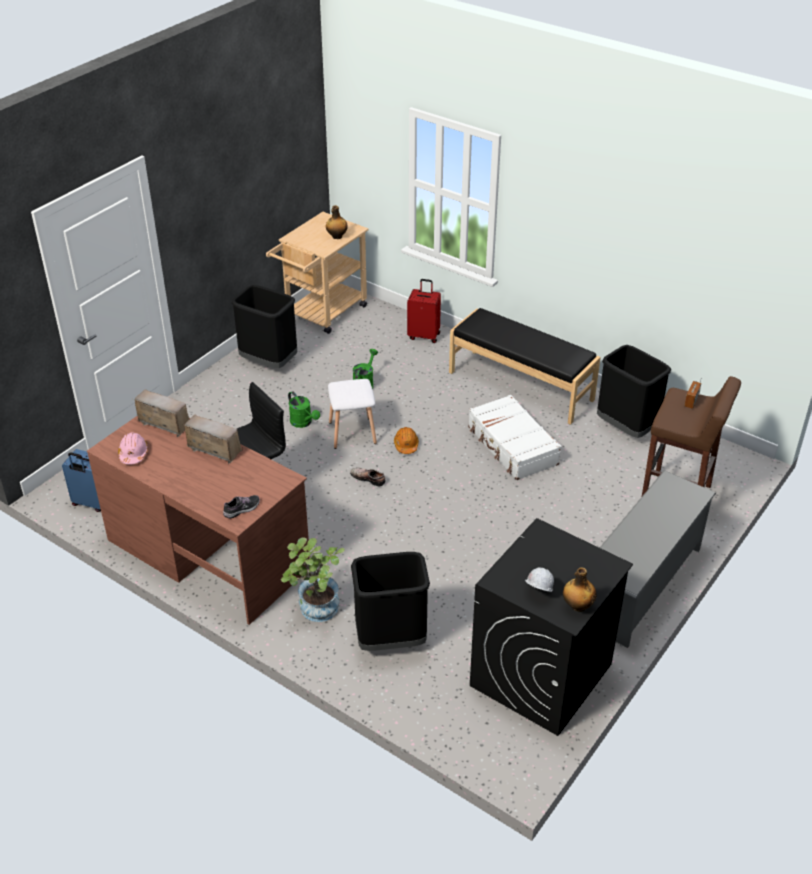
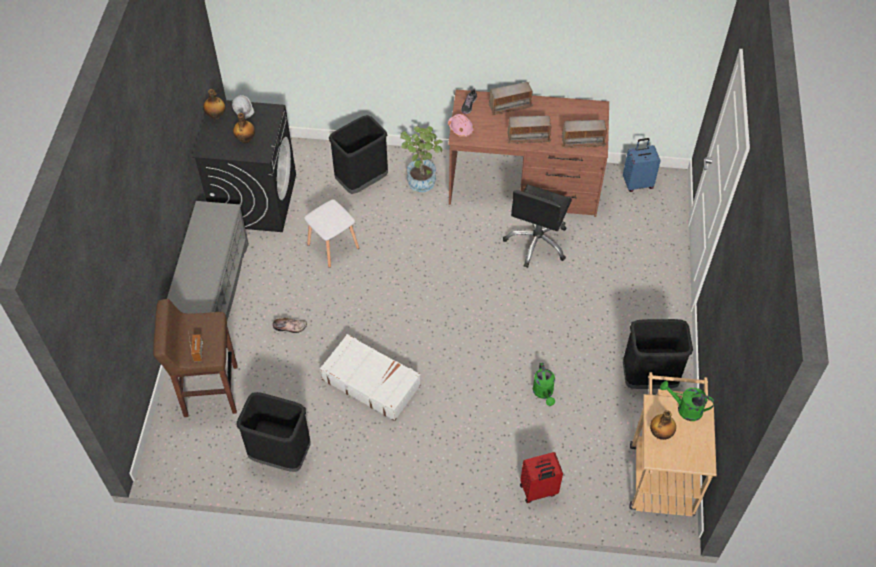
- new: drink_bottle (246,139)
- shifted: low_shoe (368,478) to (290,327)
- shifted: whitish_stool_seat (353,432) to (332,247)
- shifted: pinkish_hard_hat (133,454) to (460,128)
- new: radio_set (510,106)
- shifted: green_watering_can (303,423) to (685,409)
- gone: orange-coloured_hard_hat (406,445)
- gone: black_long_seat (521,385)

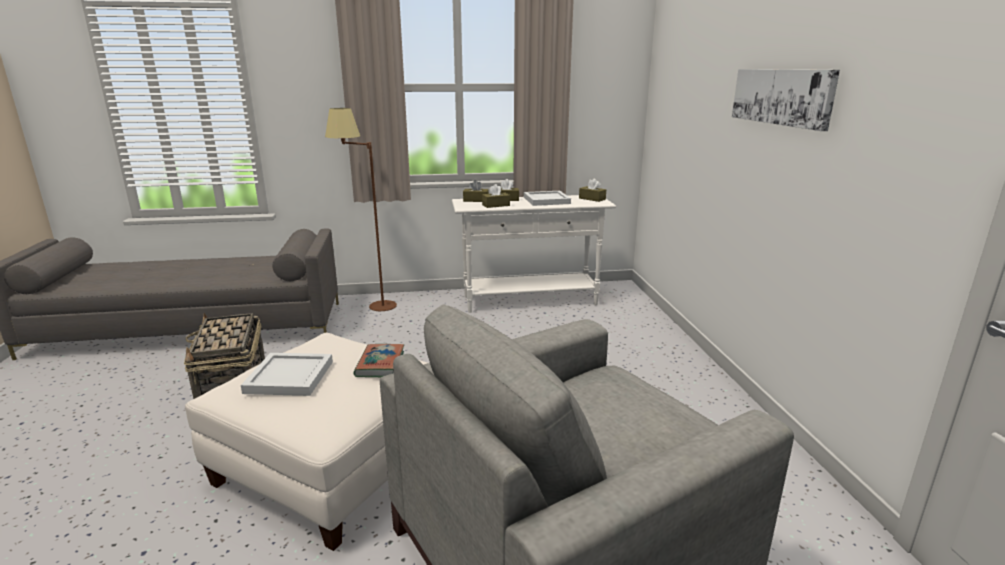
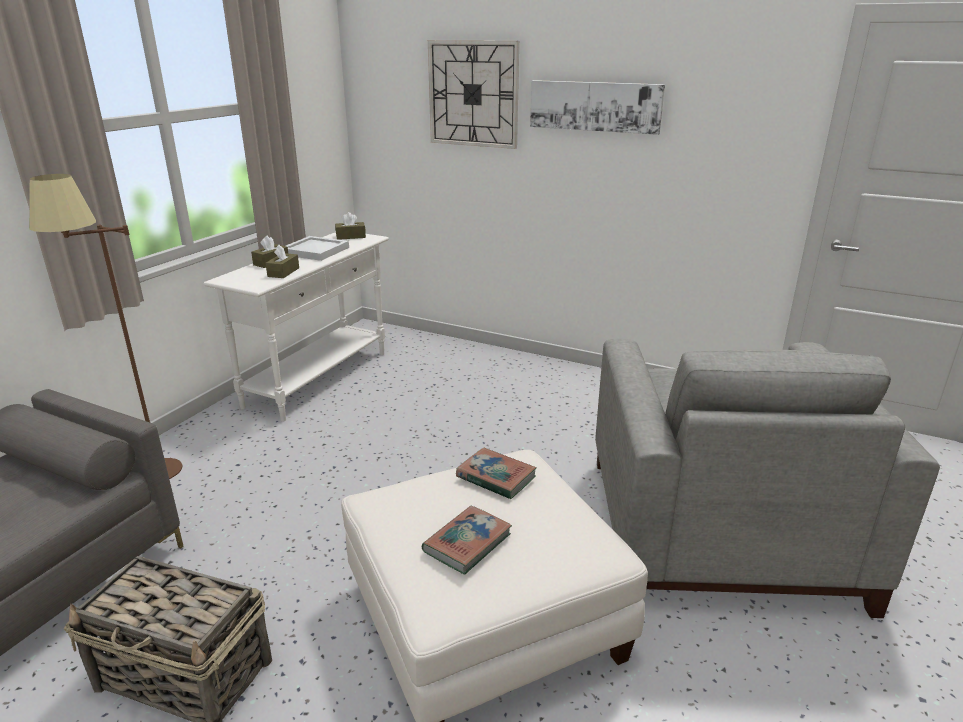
- swapped: whitish_serving_tray (290,377) to book (467,543)
- new: clock_on_the_wall (473,94)
- gone: brownish_tissue_holder (476,200)

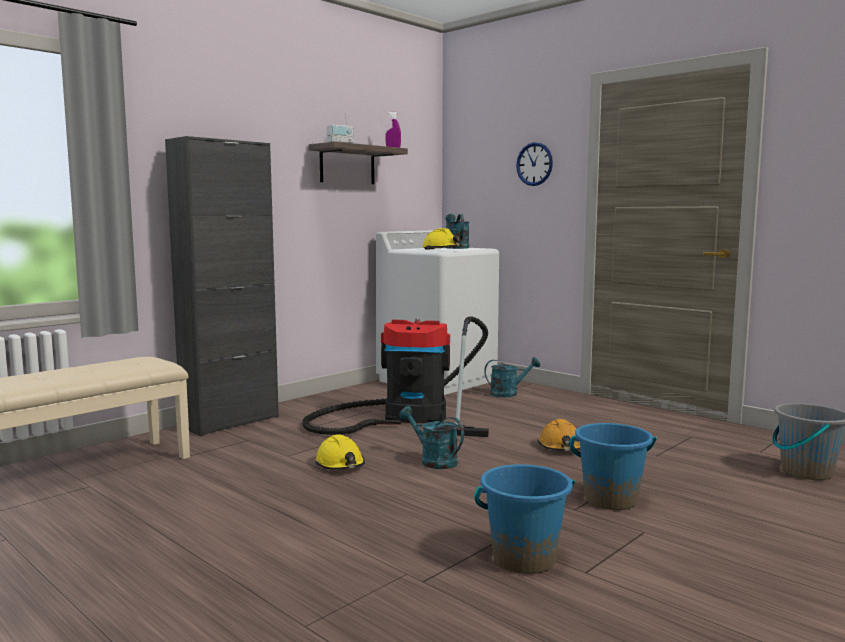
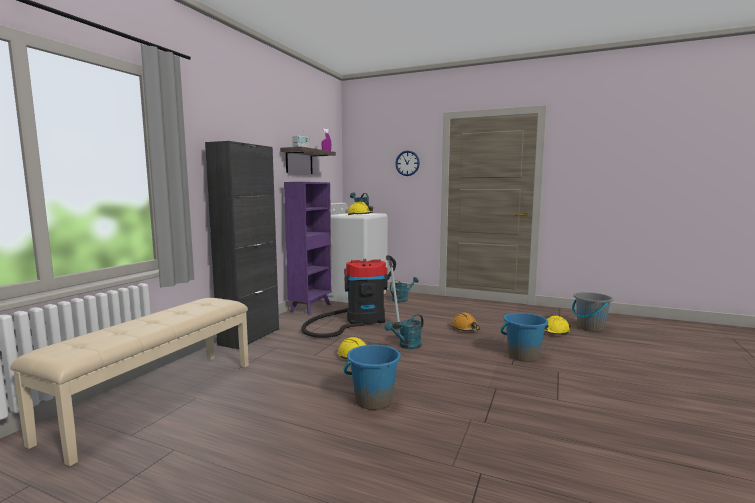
- new: purple-coloured_bookcase (311,308)
- shifted: blue-coloured_water_bucket (524,559) to (373,400)
- rotated: blue-green_watering_can (433,461) = (407,346) 60 degrees counterclockwise
- new: yellow_hard_hat (554,332)

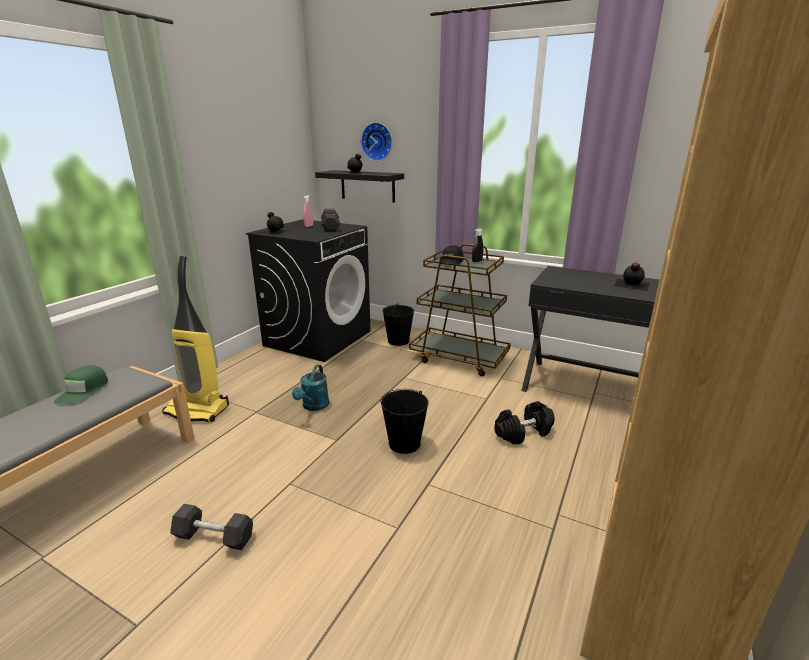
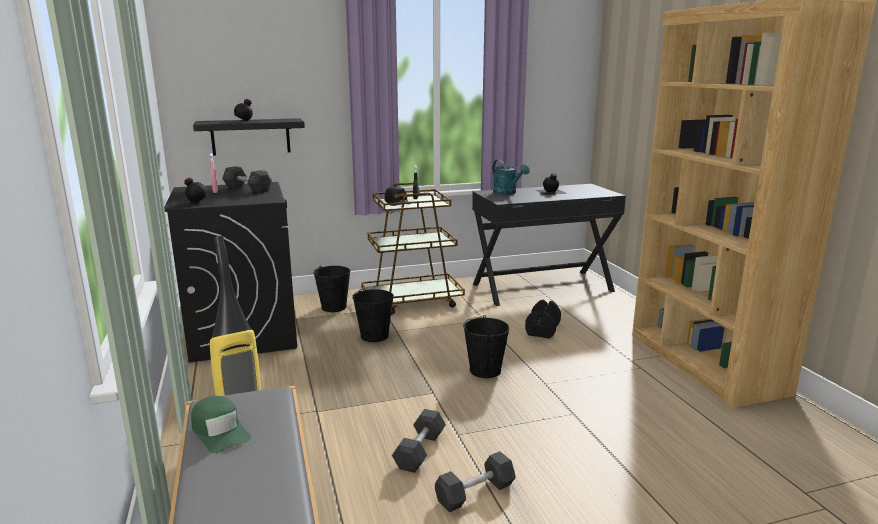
- new: black_water_bucket (374,336)
- new: greyish_dumbbell (420,451)
- shifted: blue-green_watering_can (313,406) to (507,193)
- gone: clock_on_the_wall (378,142)

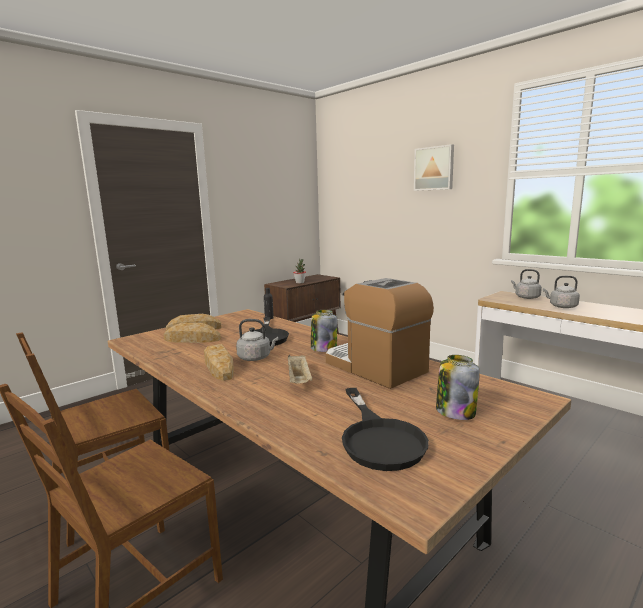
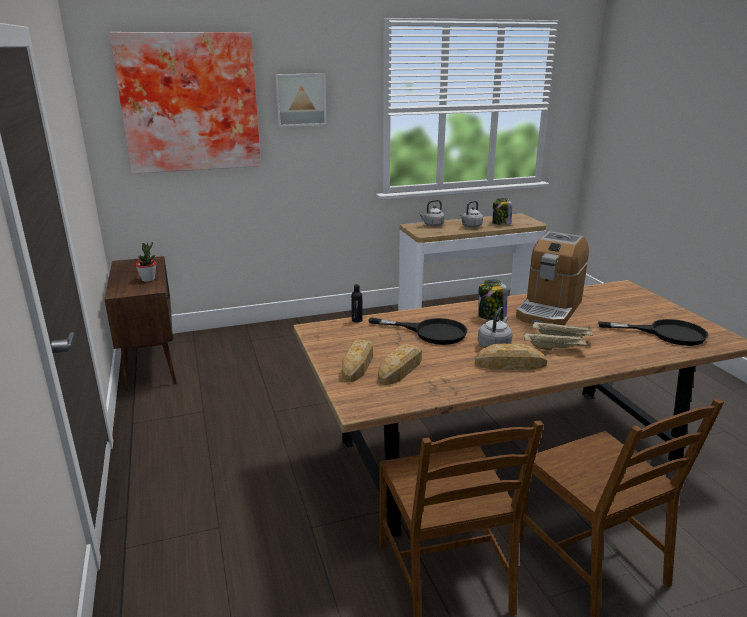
- new: wall_picture (190,103)
- shifted: storage_jar (455,411) to (501,224)
- rotated: coffee_machine (374,367) = (549,309) 45 degrees counterclockwise
- new: sand-coloured_serving_tray (554,348)

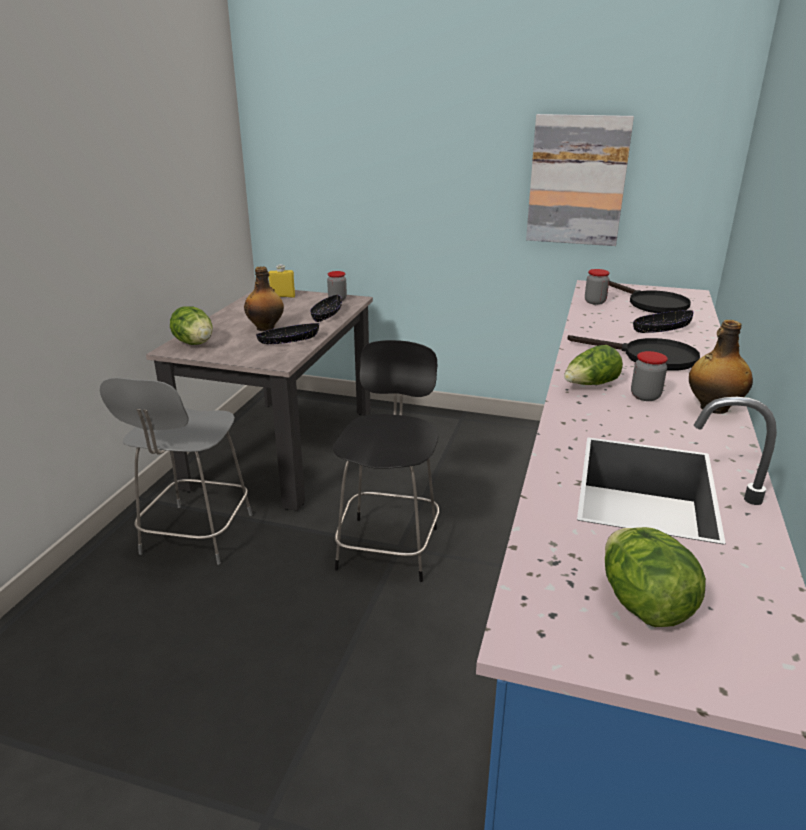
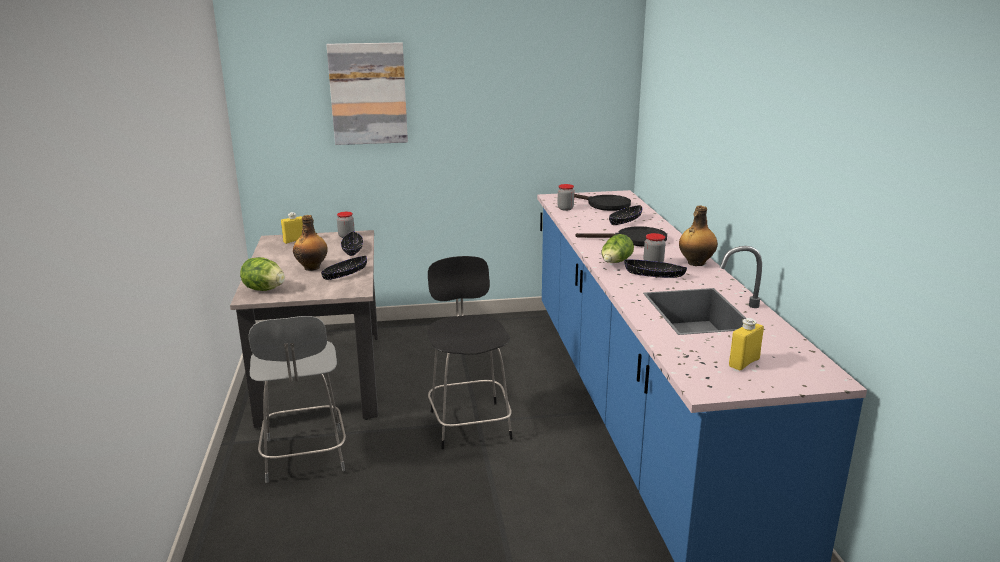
- shifted: wall_picture (577,180) to (368,94)
- new: black_bowl (654,275)
- swapped: lettuce (643,604) to yellow_drink_bottle (744,362)

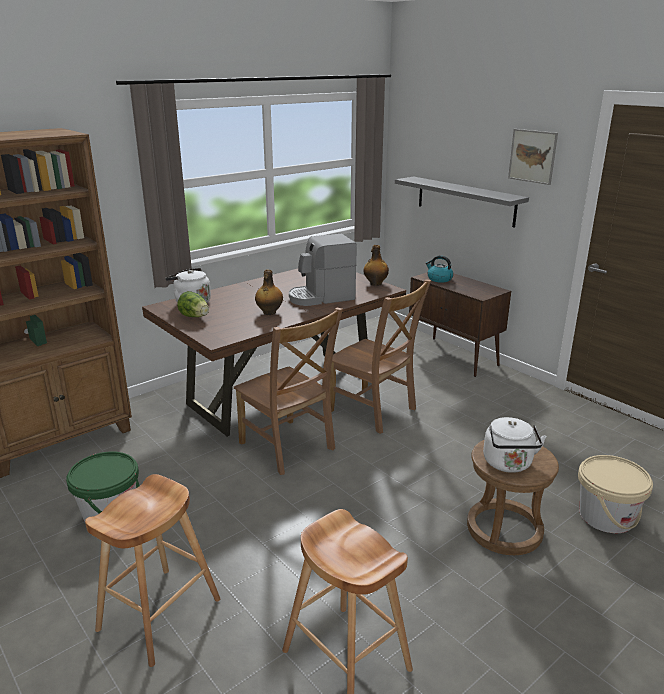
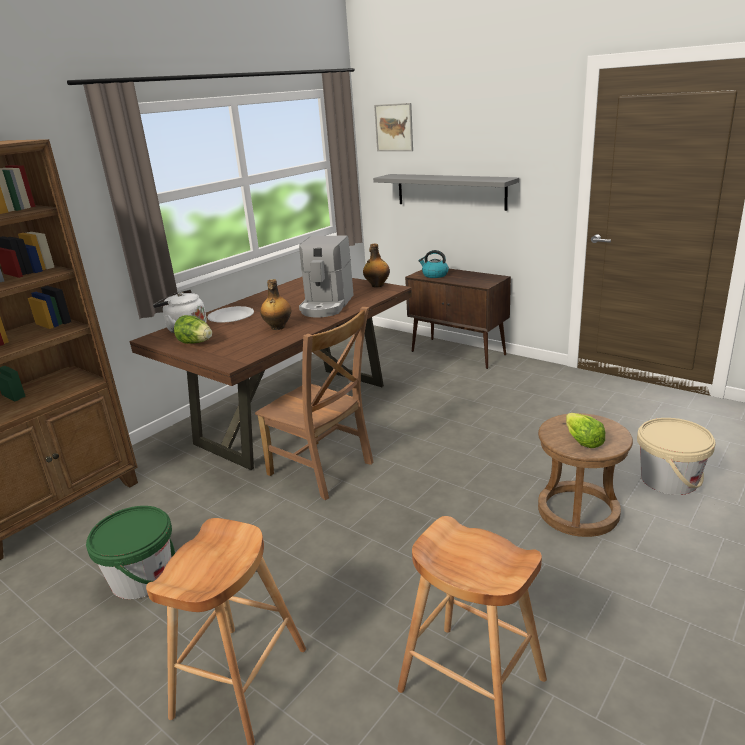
- new: whitish_dinner_plate (231,316)
- rotated: coffee_machine (321,297) = (326,305) 45 degrees counterclockwise
- shifted: wall_picture (532,156) to (394,127)
- swapped: whitish_water_kettle (508,464) to lettuce (582,441)
- gone: brownish_upright_chair (374,411)

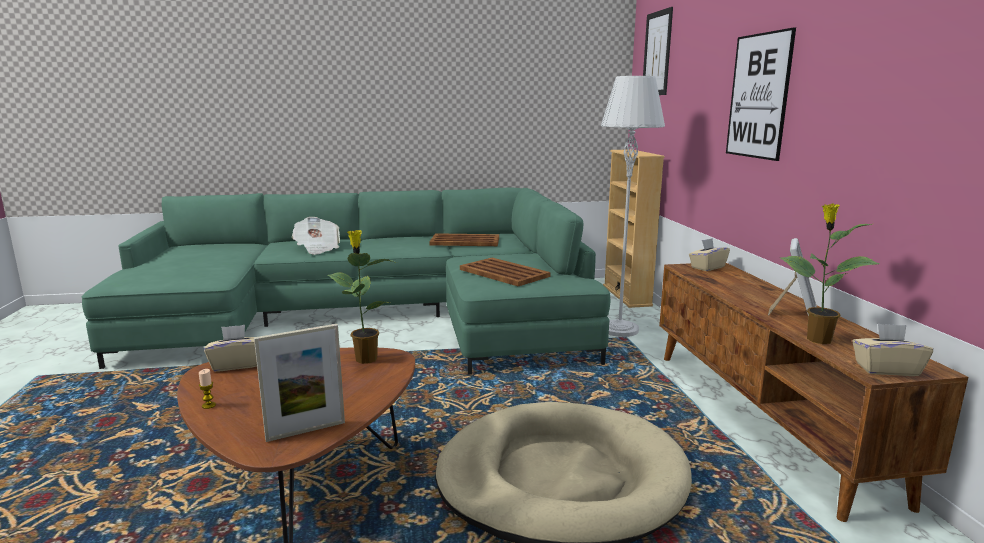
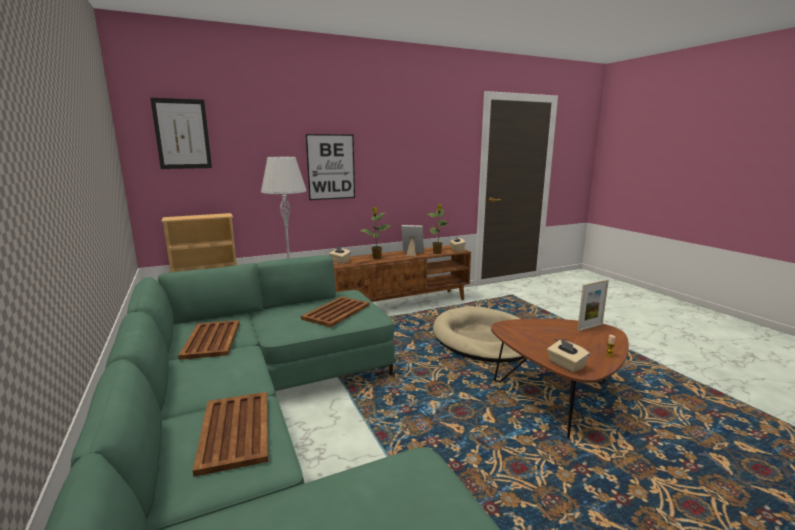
- swapped: daily_paper (317,248) to brownish_serving_tray (235,430)
- shifted: potted_plant (365,358) to (376,258)
- rotated: photo_frame (306,431) = (590,327) 105 degrees clockwise

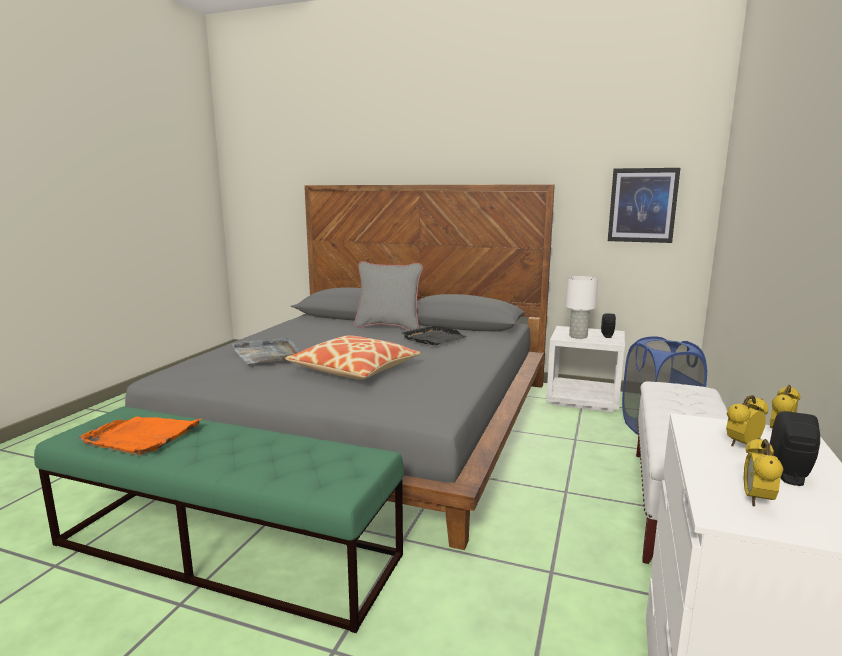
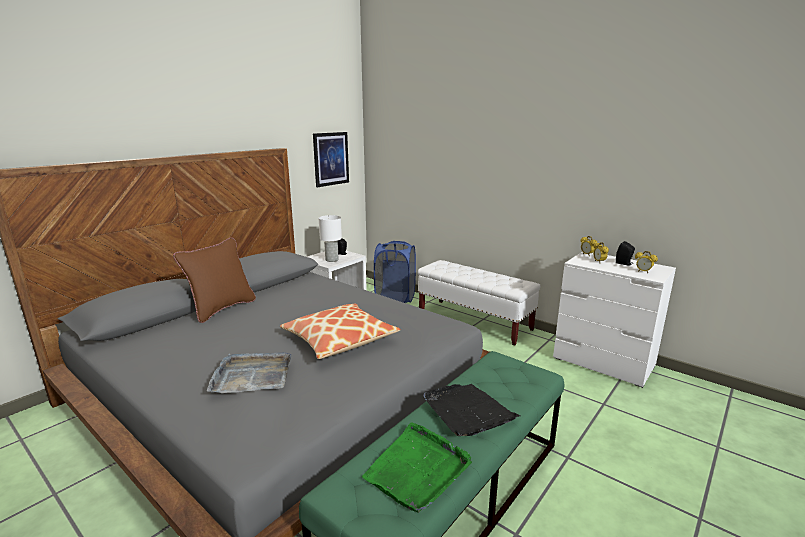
- repainted: greyish_throw_pillow (388,326) to brownish_throw_pillow (221,309)
- repainted: orange-coloured_serving_tray (142,437) to green_serving_tray (417,469)
- shifted: black_serving_tray (433,338) to (467,411)

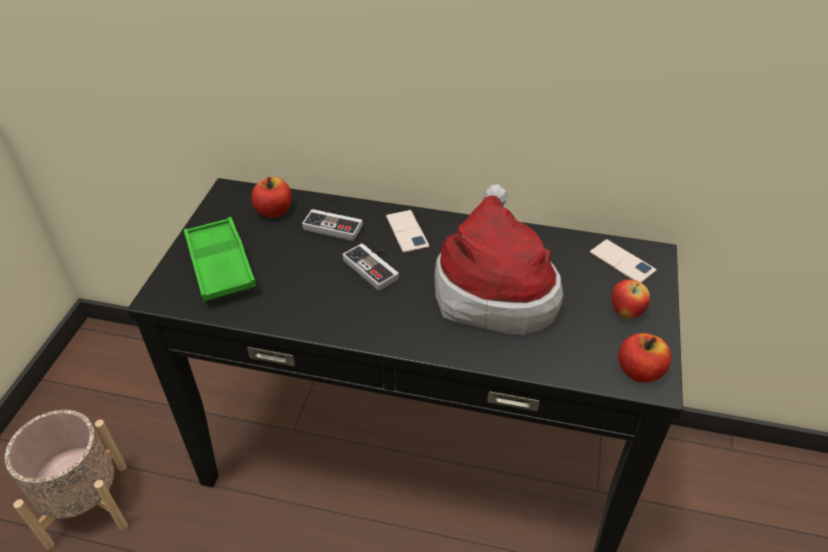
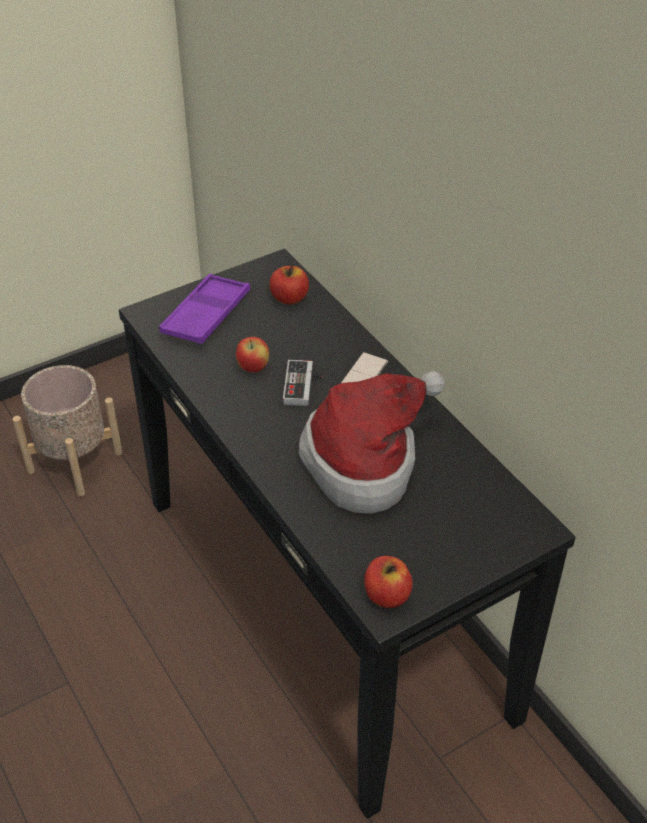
- repainted: green_serving_tray (220,264) to purple-coloured_serving_tray (206,315)
- shifted: apple (626,312) to (253,368)
- gone: joypad (335,224)
- gone: phone (622,262)

